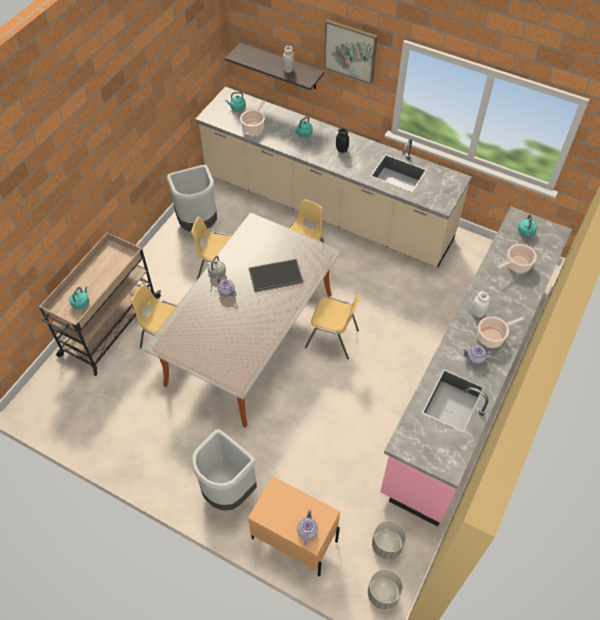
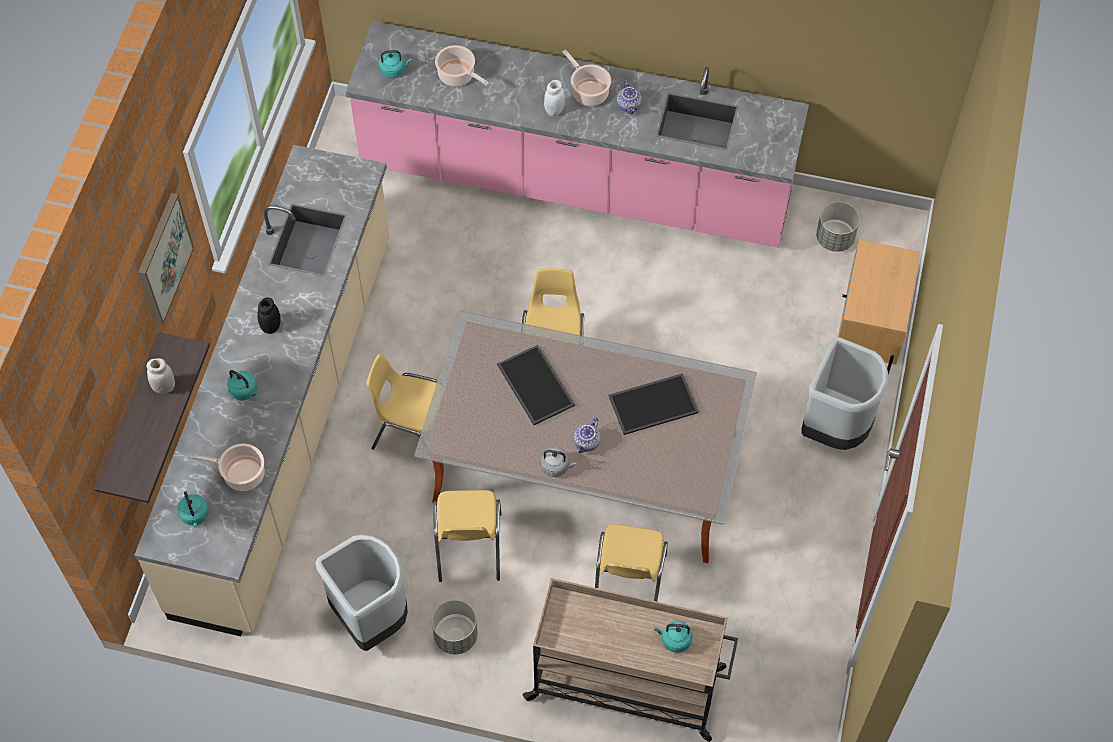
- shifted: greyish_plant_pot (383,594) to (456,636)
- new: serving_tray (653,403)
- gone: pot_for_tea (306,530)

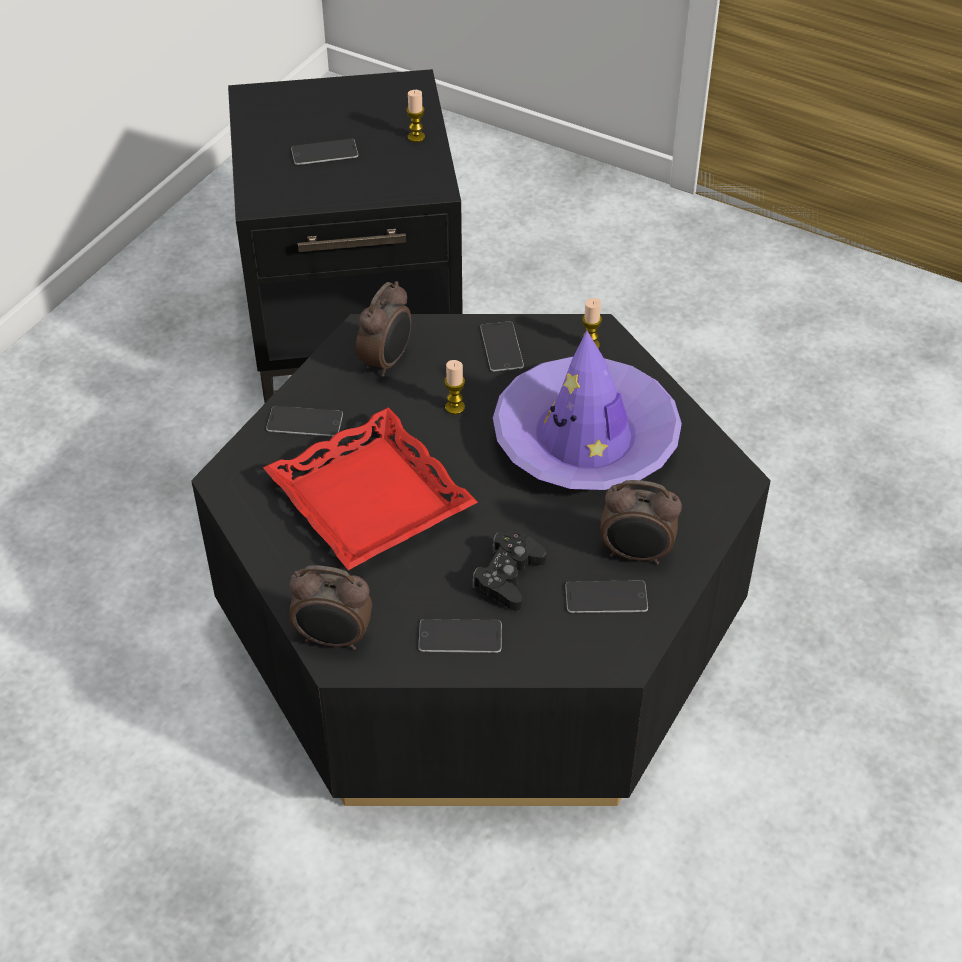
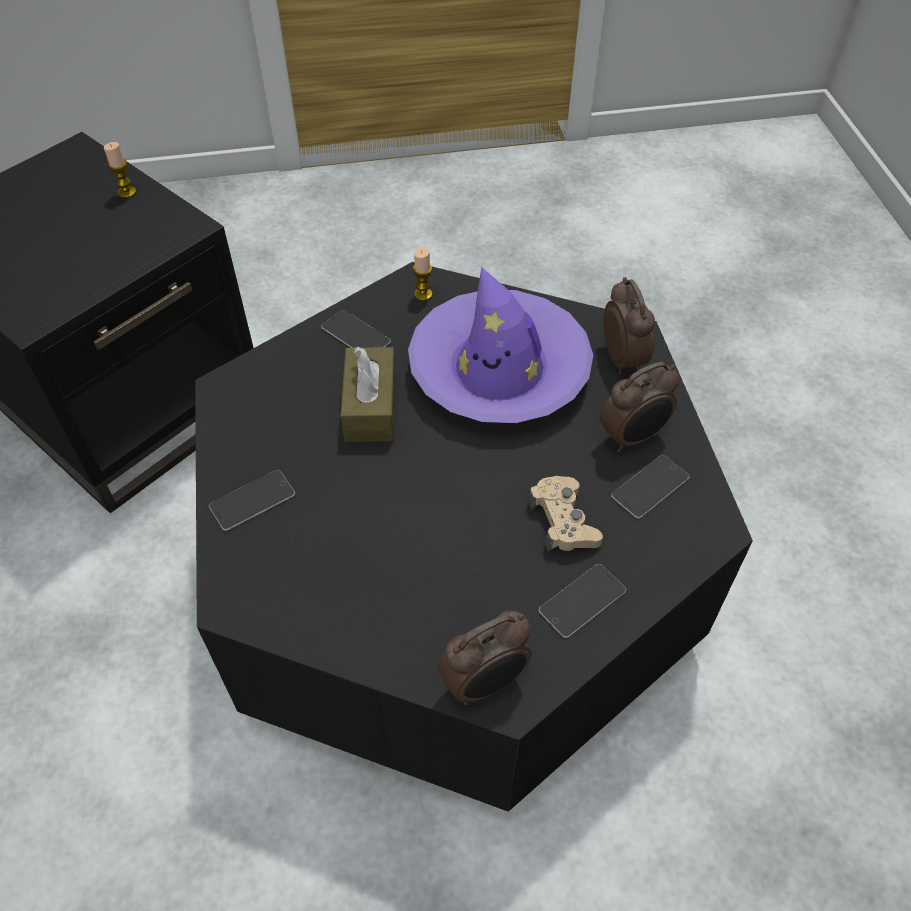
- swapped: wax_light (455,407) to brownish_tissue_holder (370,406)
- repainted: black_joypad (508,576) to sand-coloured_joypad (563,521)
- shifted: alarm_clock (387,361) to (623,359)
- gone: reddish_serving_tray (372,499)
- gone: phone (324,152)

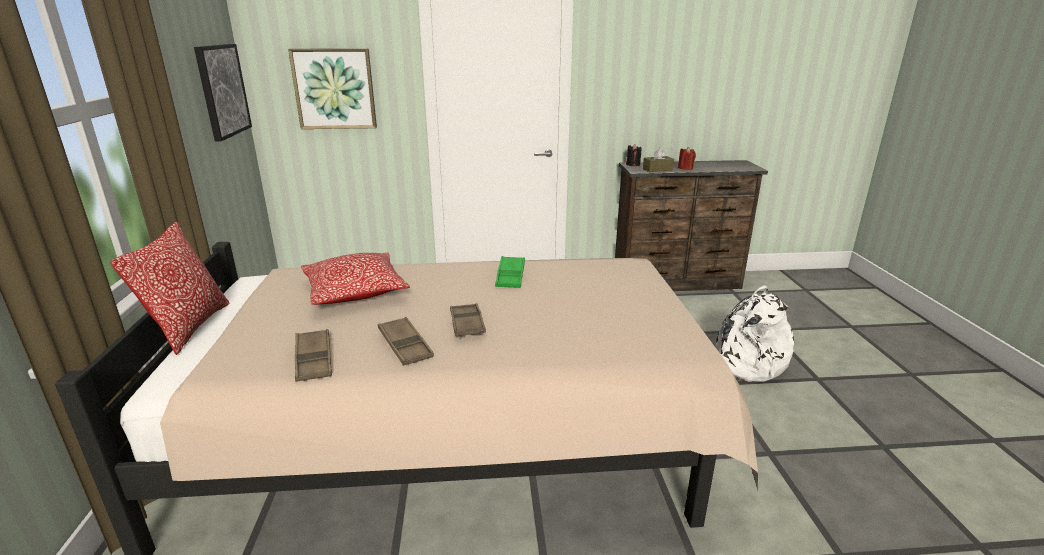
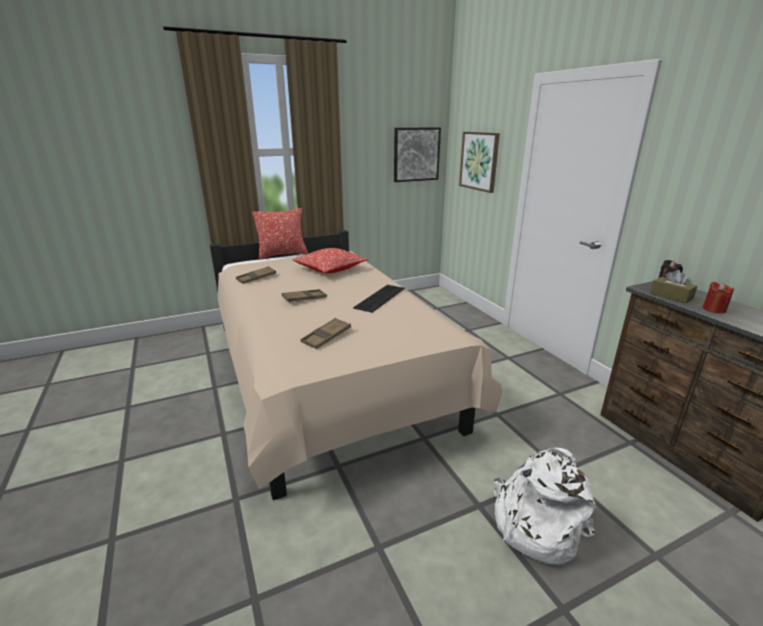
- shifted: brownish_serving_tray (405,345) to (326,336)
- swapped: green_serving_tray (510,276) to computer_keyboard (381,298)

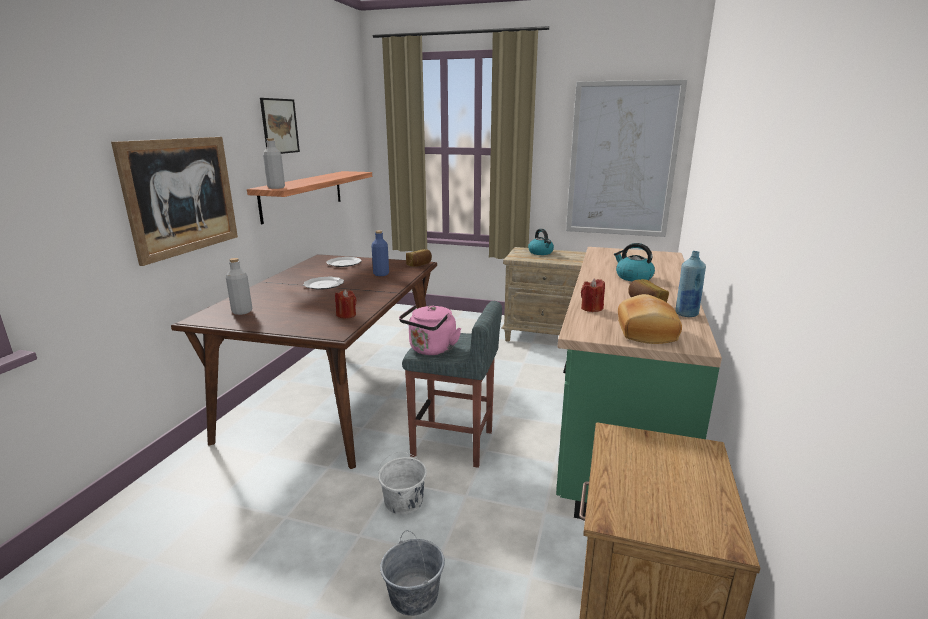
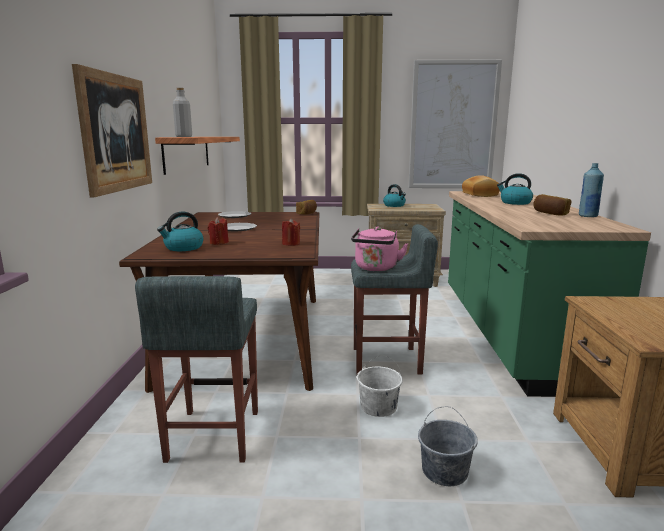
- new: greyish_stool_seat (213,436)
- swapped: greyish_drink_bottle (242,311) to water_kettle (183,248)
- shifted: reddish_wax_light (591,308) to (219,243)
- shifted: bakery_bread (644,332) to (479,195)
- gone: wall_picture (279,126)
- gone: blue-coloured_drink_bottle (381,274)

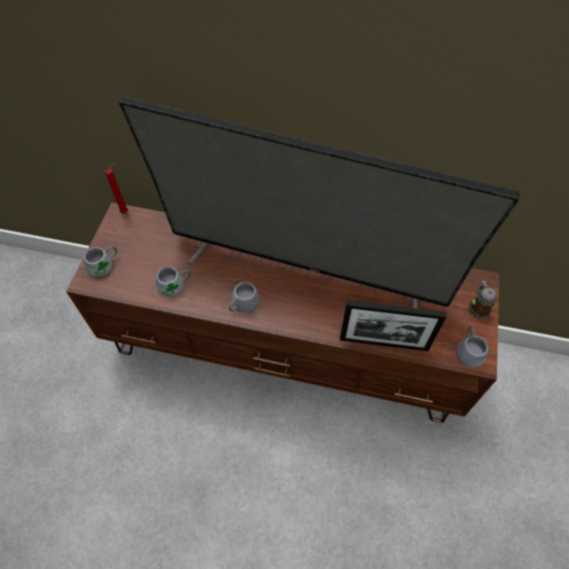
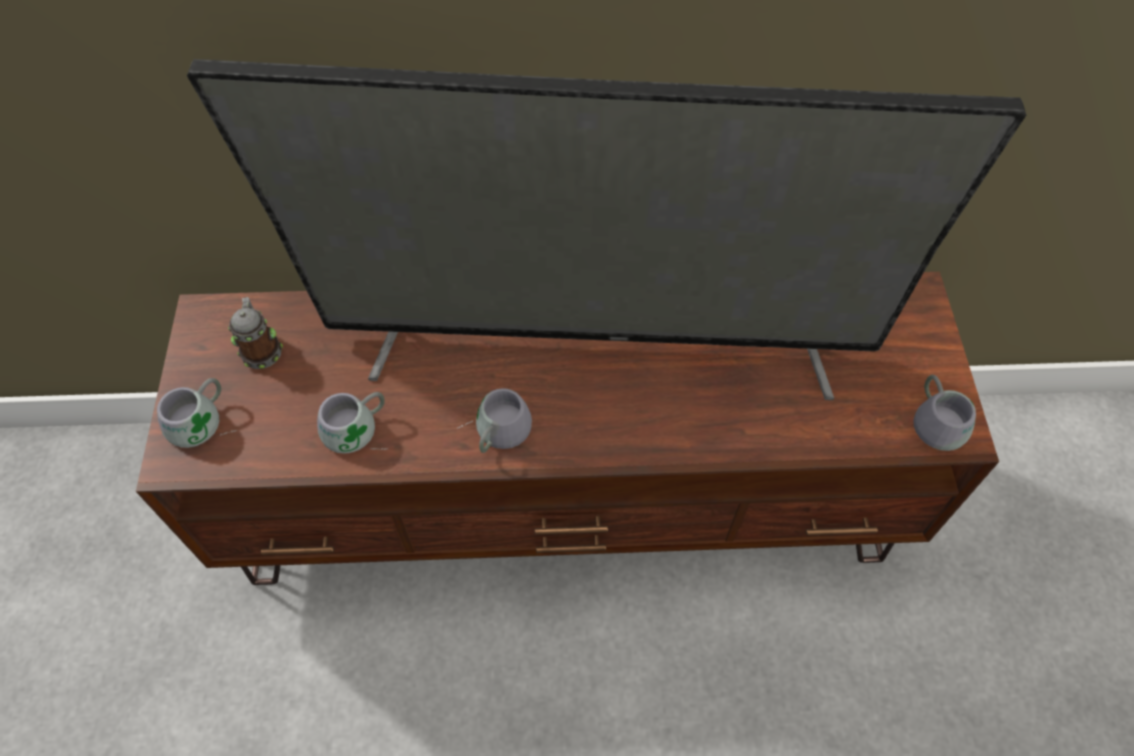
- shifted: coffee_mug (478,307) to (261,348)
- gone: reddish_wax_light (126,212)
- gone: photo_frame (383,343)

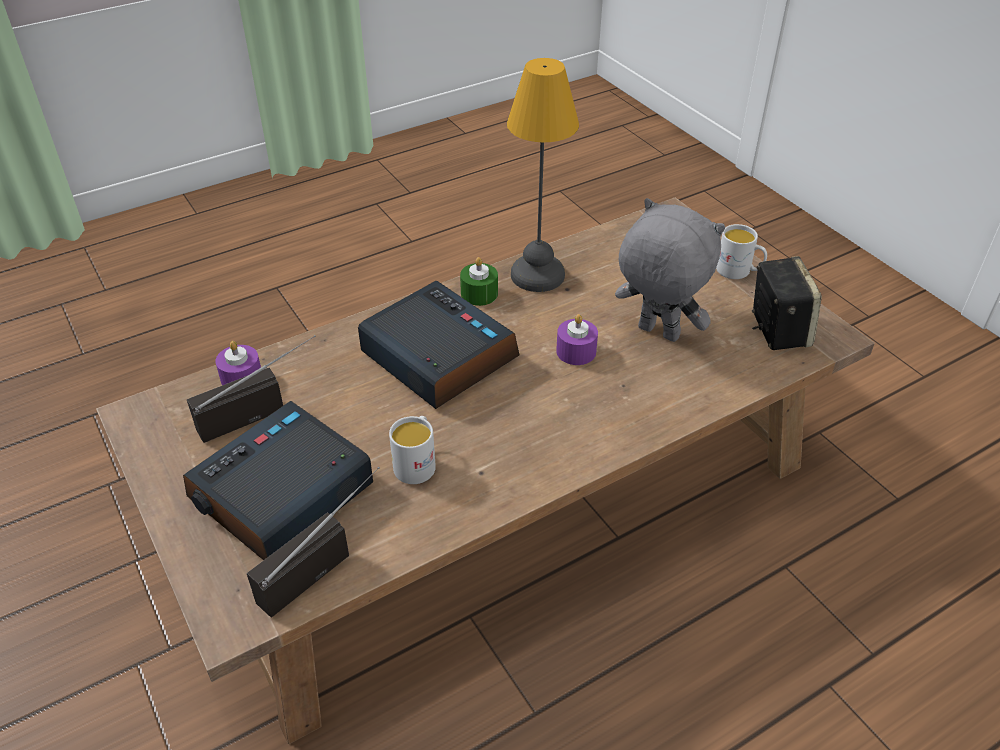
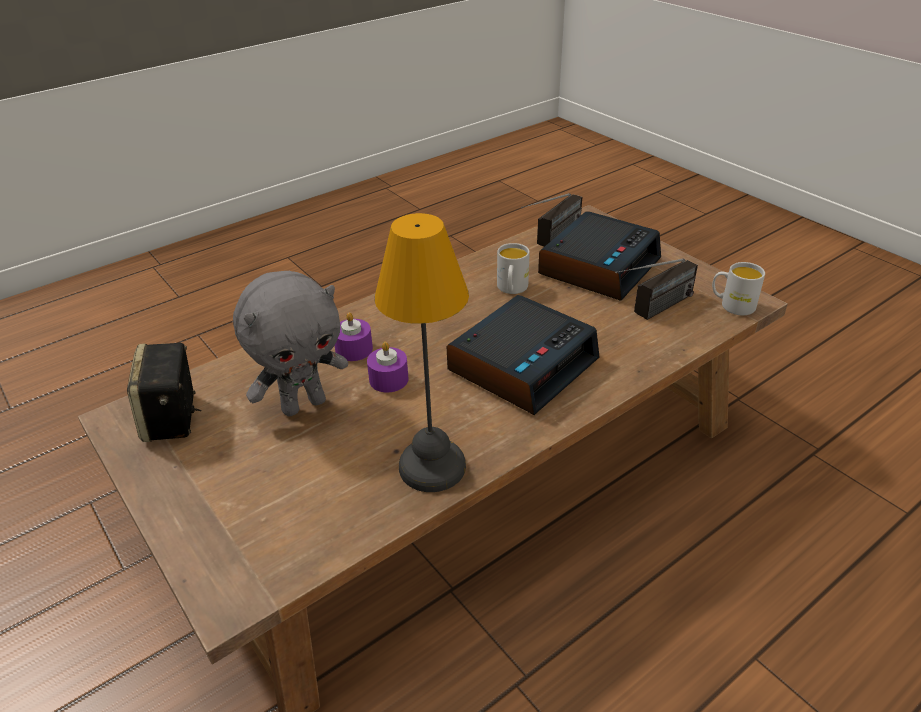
- rotated: greyish_soft_toy (656,333) = (304,404) 60 degrees counterclockwise
- shifted: purple-coloured_wax_light (242,378) to (354,349)
- rotated: alarm_clock (437,356) = (522,364) 90 degrees counterclockwise
- shifted: whitish_coffee_mug (739,271) to (731,305)
- gone: green_wax_light (479,294)

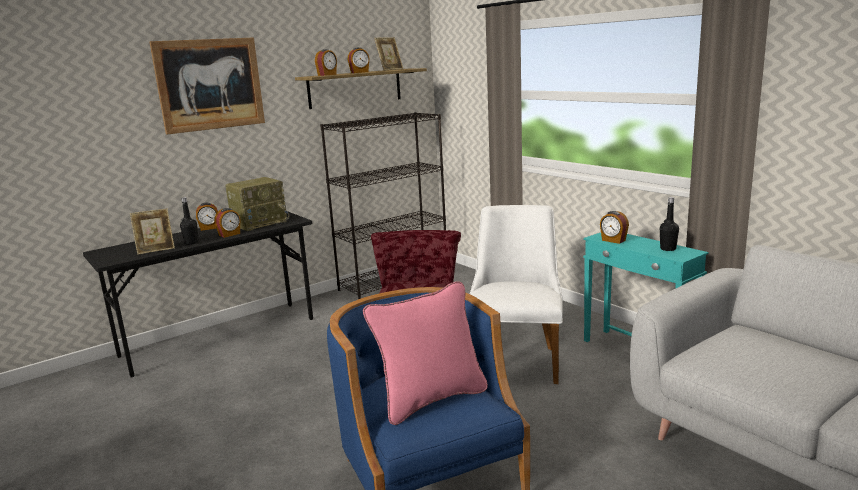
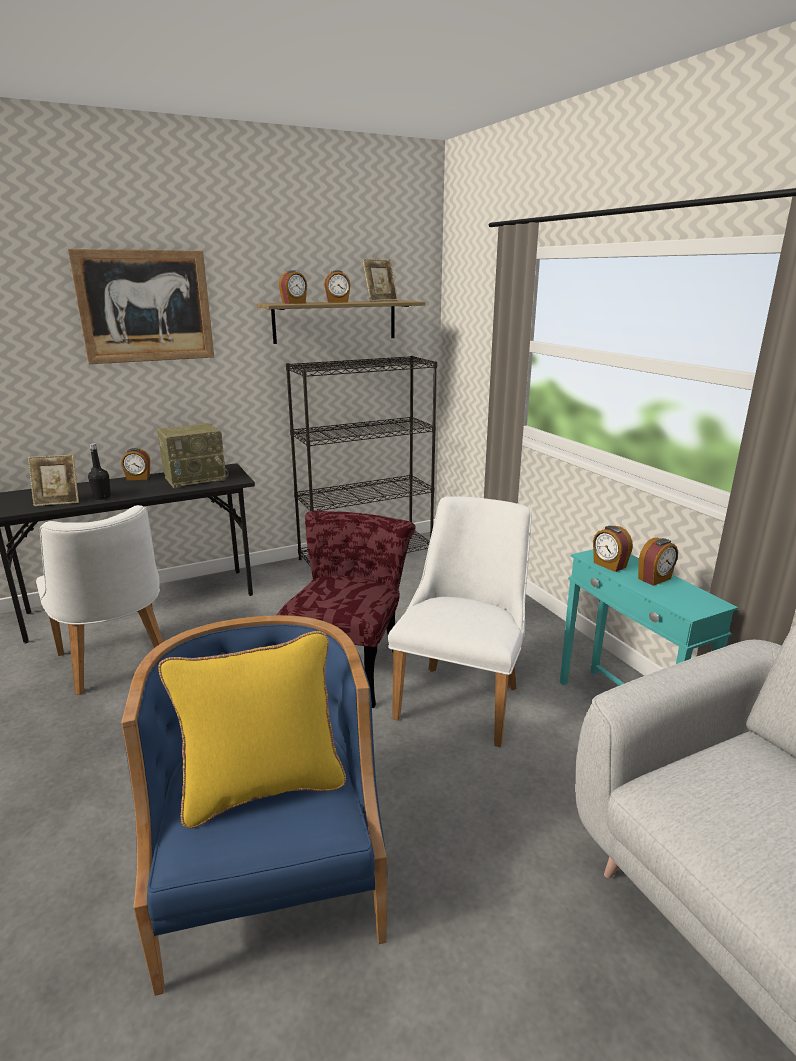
- new: whitish_upright_chair (118,665)
- repainted: pinkish_throw_pillow (431,399) to yellow_throw_pillow (263,788)
- shifted: alarm_clock (229,234) to (655,579)
- gone: black_drink_bottle (668,249)

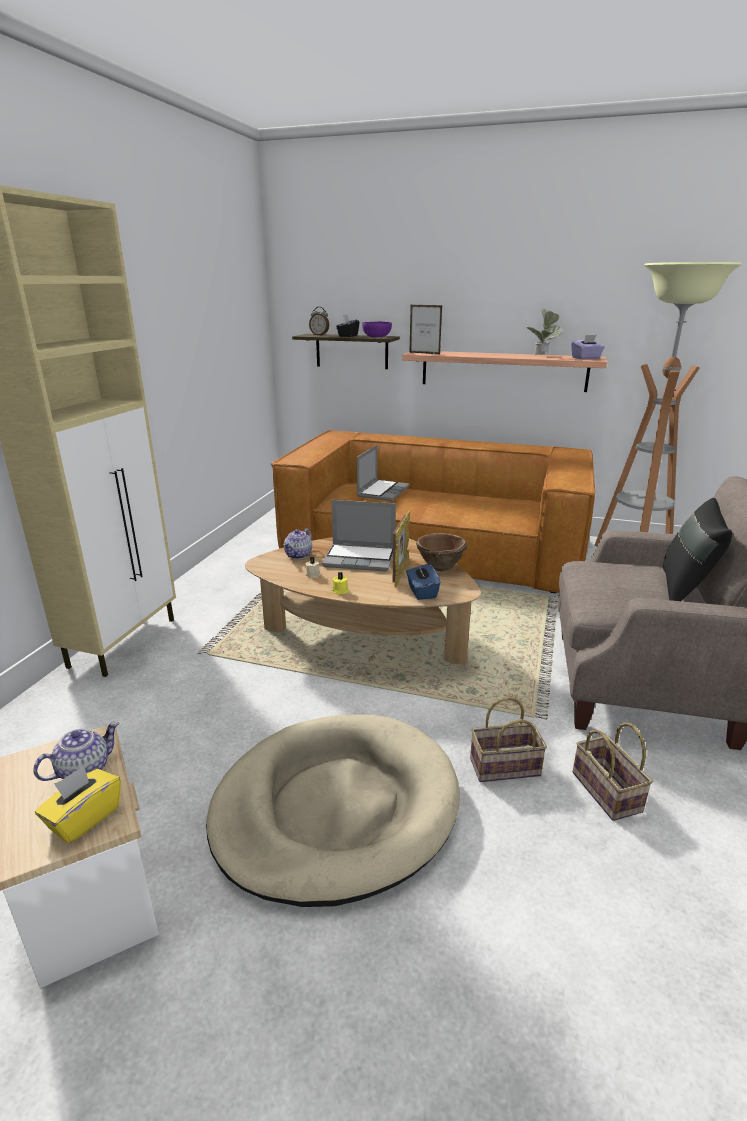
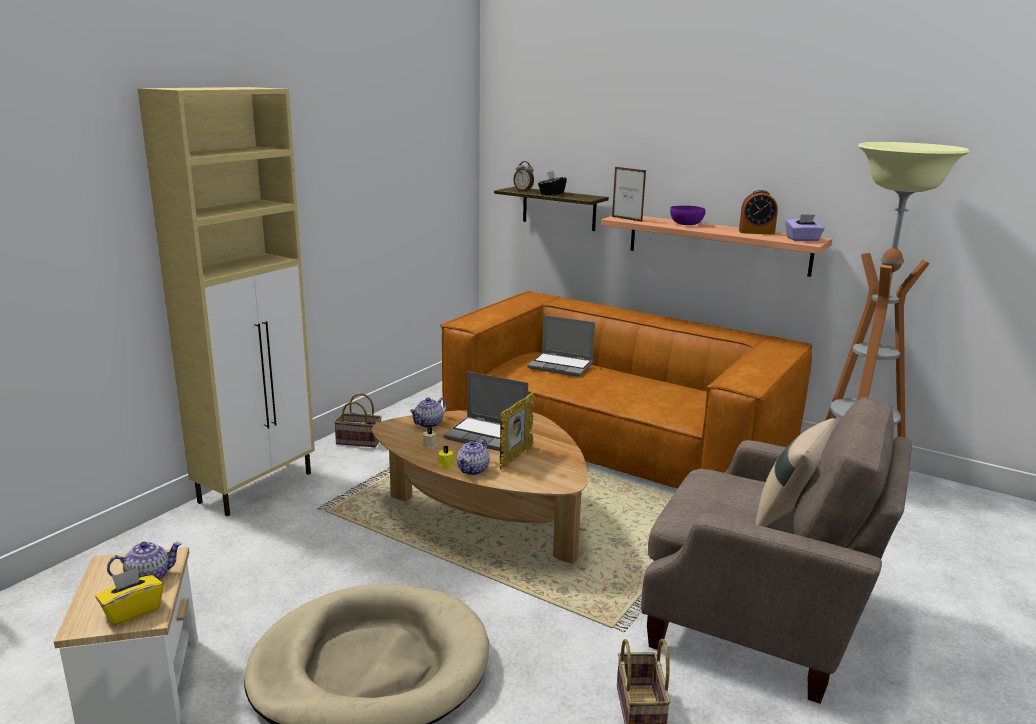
- shifted: storage_basket (503,768) to (357,441)
- new: pot_for_tea (473,470)
- rotated: notebook_computer (383,491) = (561,366) 75 degrees clockwise
- shifted: purple-coloured_bowl (376,337) to (686,224)
- swapped: potted_plant (542,356) to alarm_clock (756,232)
- repainted: black_throw_pillow (685,590) to sand-coloured_throw_pillow (790,516)
- gone: blue-coloured_tissue_holder (421,592)
- gone: brownish_bowl (439,566)

